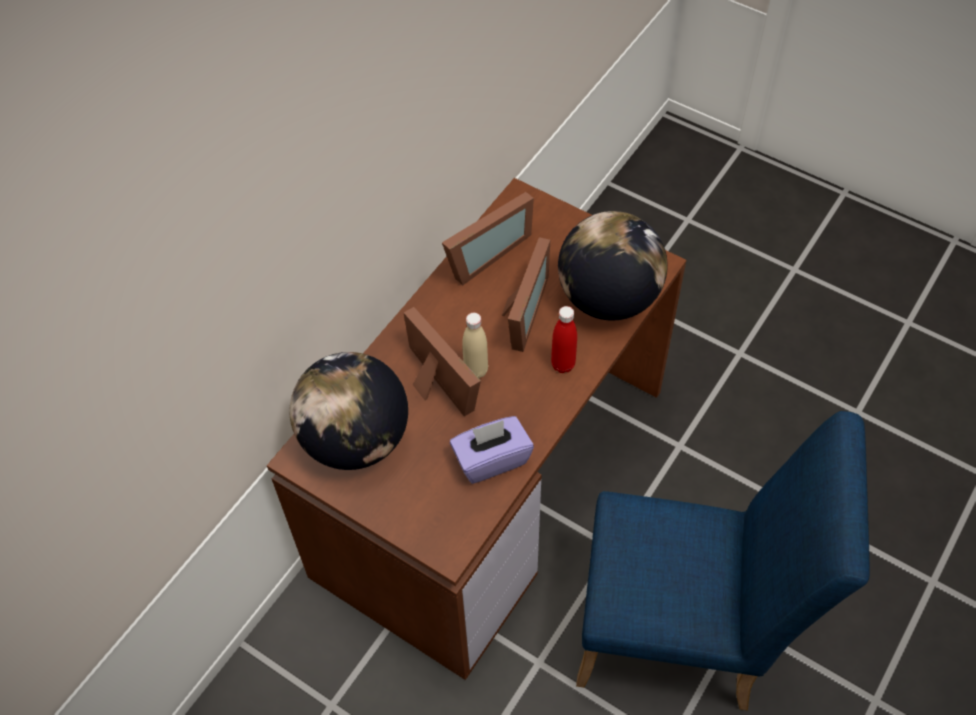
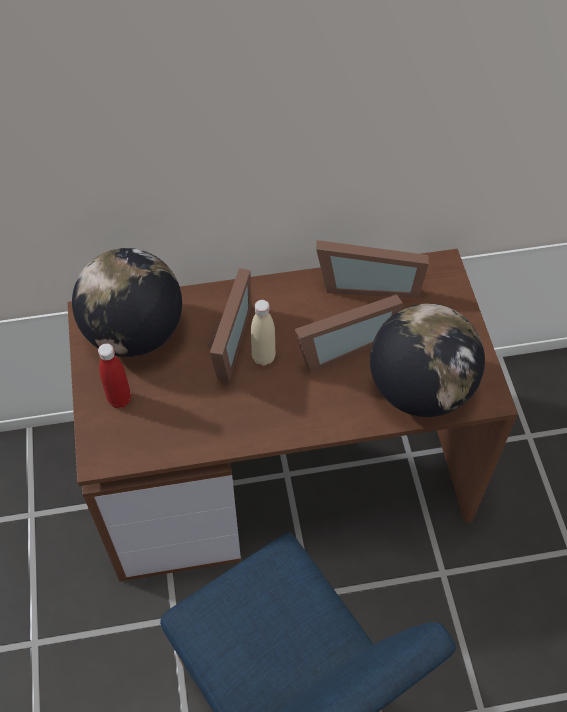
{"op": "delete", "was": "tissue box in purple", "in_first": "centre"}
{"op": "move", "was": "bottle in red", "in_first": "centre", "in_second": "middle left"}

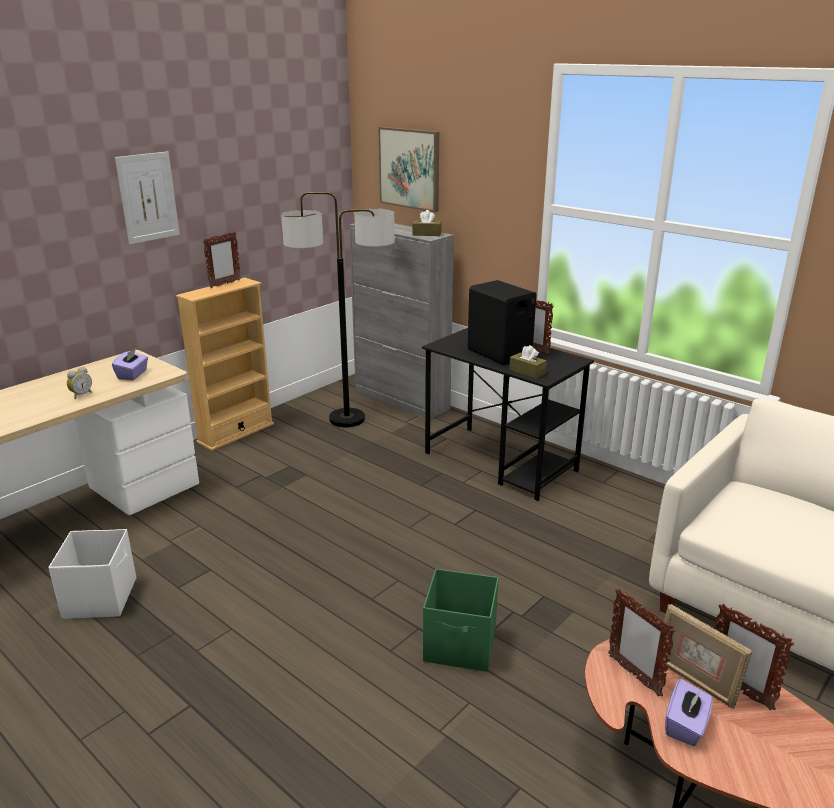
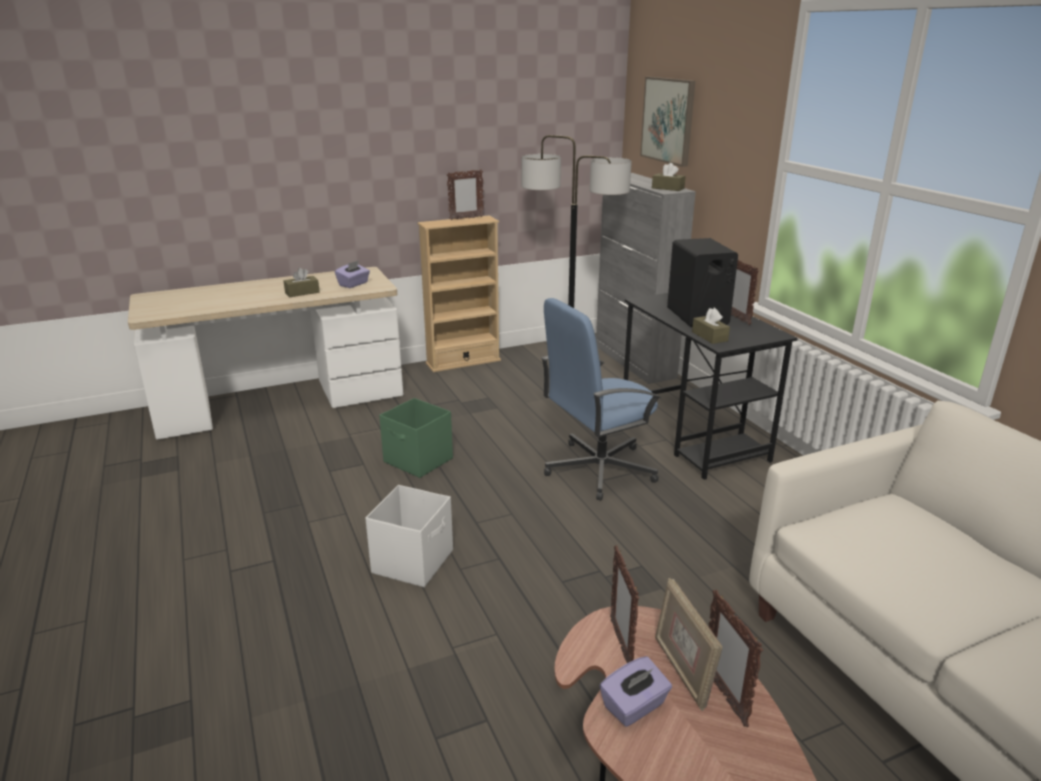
{"op": "delete", "was": "picture (1st from left)", "in_first": "top left"}
{"op": "insert", "now": "office chair in blue", "in_second": "centre"}
{"op": "move", "was": "storage box in white", "in_first": "bottom left", "in_second": "bottom centre"}
{"op": "move", "was": "storage box in green", "in_first": "bottom centre", "in_second": "centre"}
{"op": "replace", "was": "alarm clock", "now": "tissue box in brown (1st from left)", "in_first": "middle left", "in_second": "middle left"}

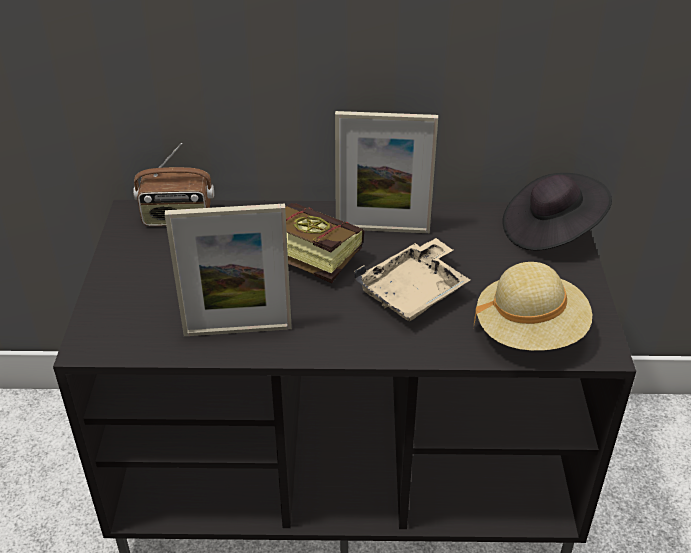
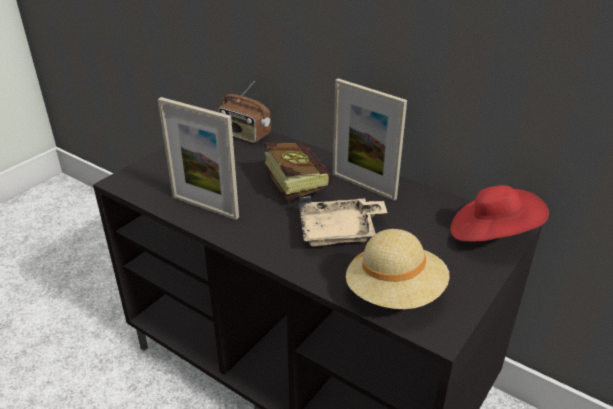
{"op": "recolor", "was": "hat in black", "now": "hat in red", "in_first": "middle right", "in_second": "middle right"}

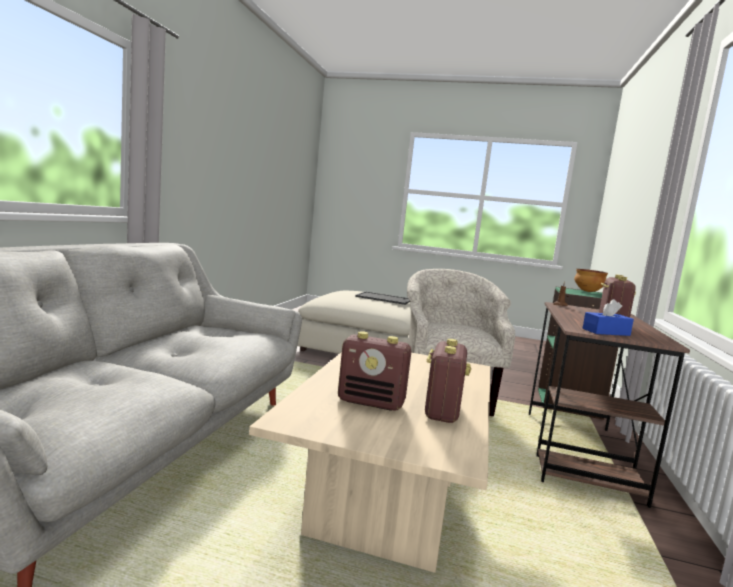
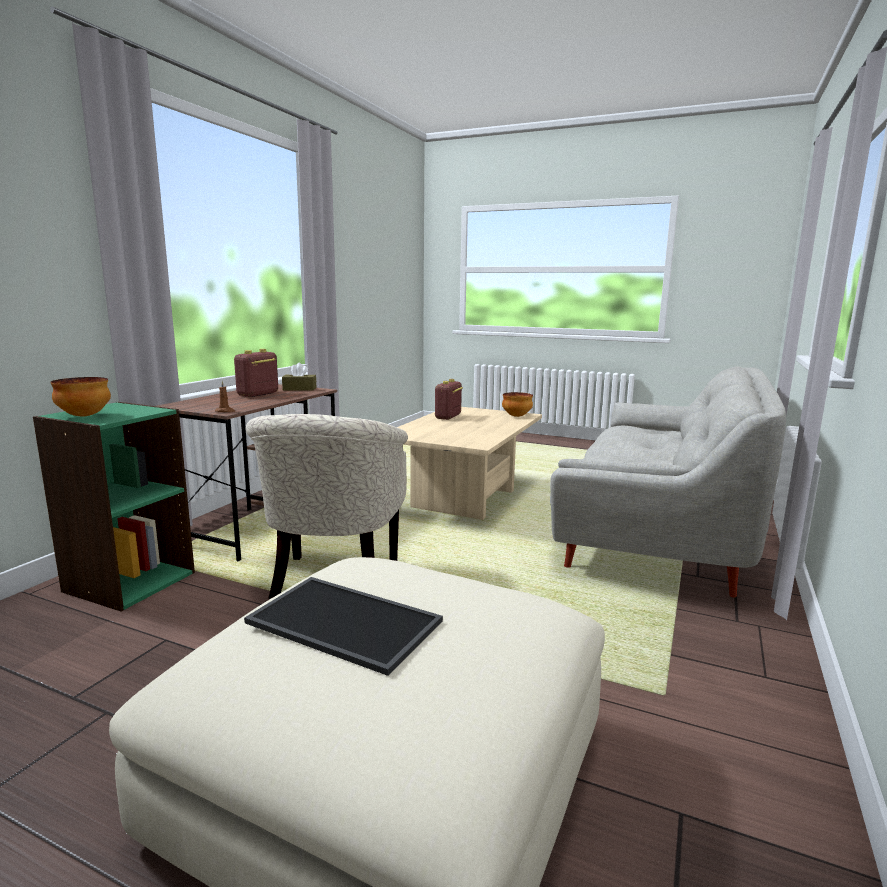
{"op": "delete", "was": "radio (1st from left)", "in_first": "centre"}
{"op": "insert", "now": "bowl (2nd from left)", "in_second": "centre"}
{"op": "recolor", "was": "tissue box in blue", "now": "tissue box in brown", "in_first": "middle right", "in_second": "centre"}

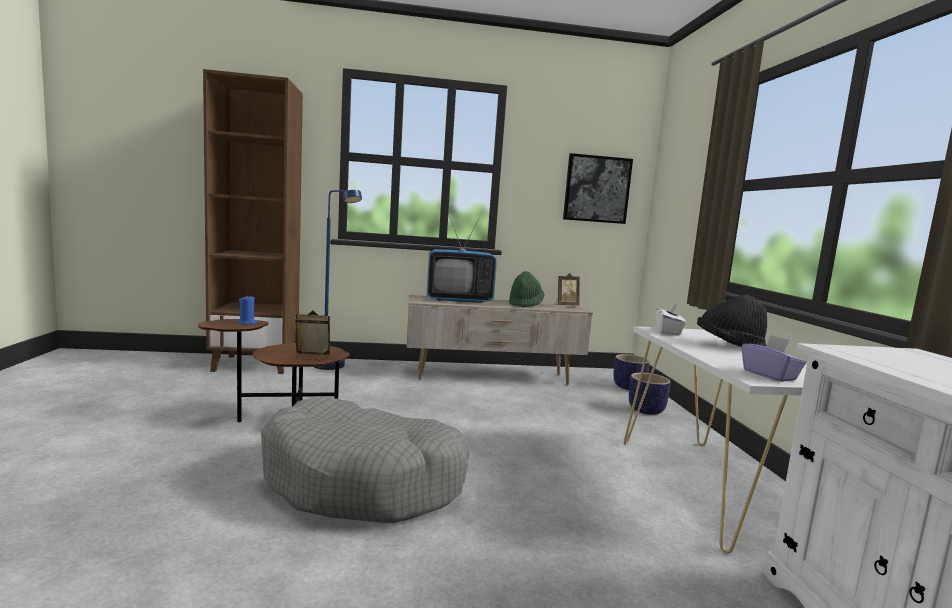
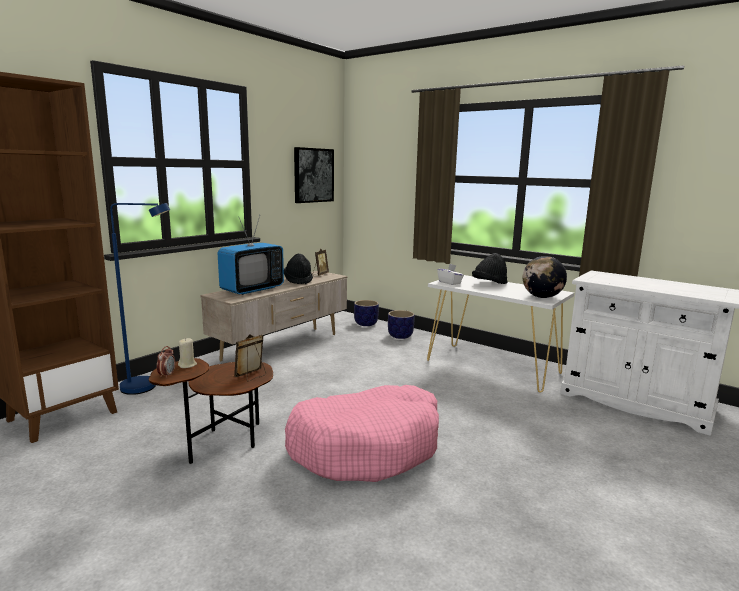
{"op": "insert", "now": "alarm clock", "in_second": "middle left"}
{"op": "replace", "was": "tissue box in purple", "now": "globe", "in_first": "middle right", "in_second": "middle right"}
{"op": "recolor", "was": "candle in blue", "now": "candle in beige", "in_first": "middle left", "in_second": "middle left"}
{"op": "recolor", "was": "dog bed in grey", "now": "dog bed in pink", "in_first": "bottom centre", "in_second": "bottom centre"}
{"op": "recolor", "was": "hat in green", "now": "hat in black (1st from left)", "in_first": "centre", "in_second": "centre"}

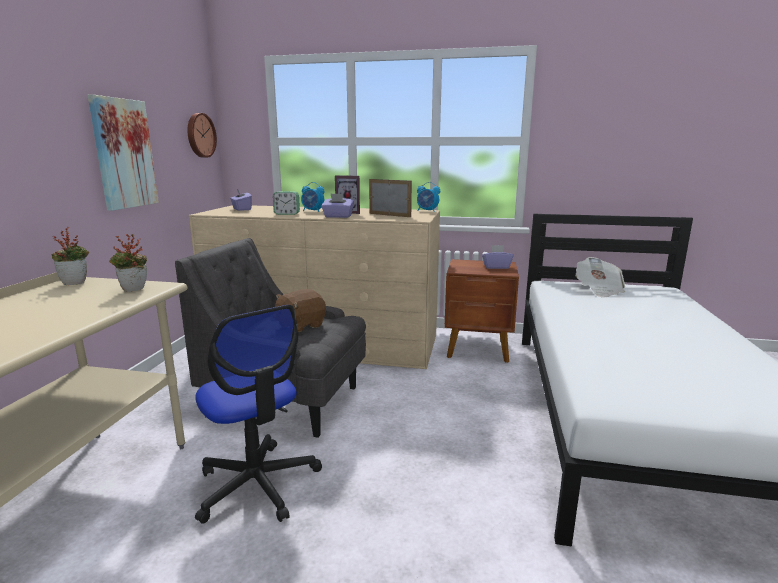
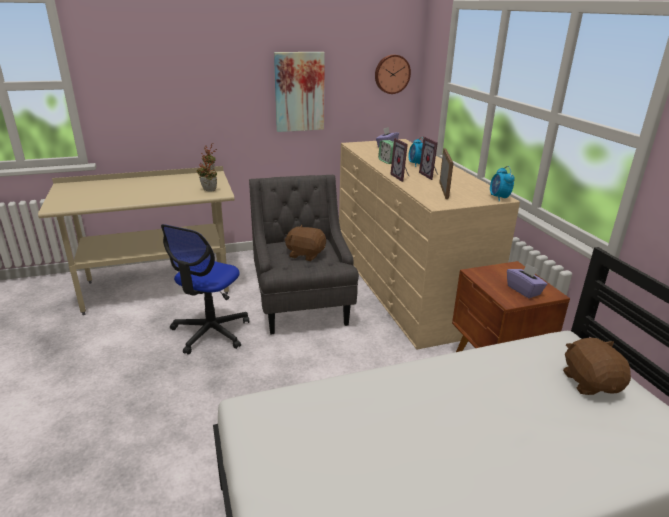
{"op": "replace", "was": "tissue box in purple (2nd from left)", "now": "picture frame (1st from left)", "in_first": "centre", "in_second": "top centre"}
{"op": "replace", "was": "newspaper", "now": "plush toy in brown (2nd from left)", "in_first": "middle right", "in_second": "bottom right"}

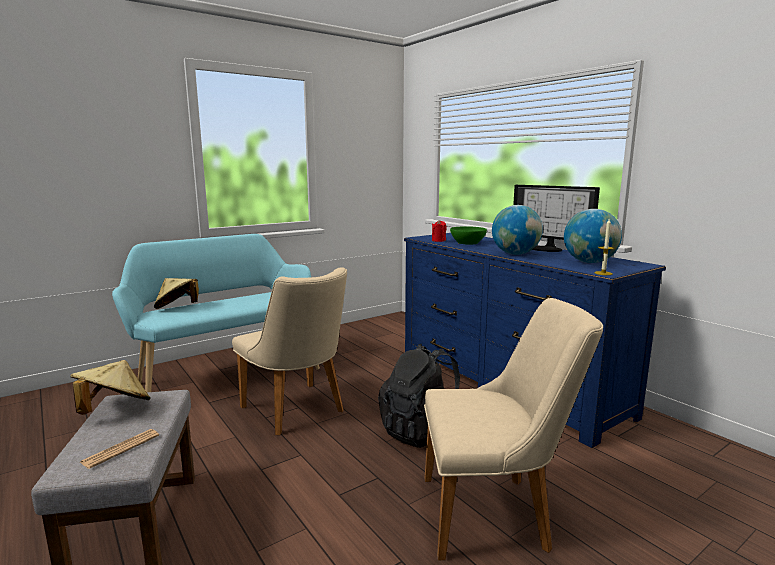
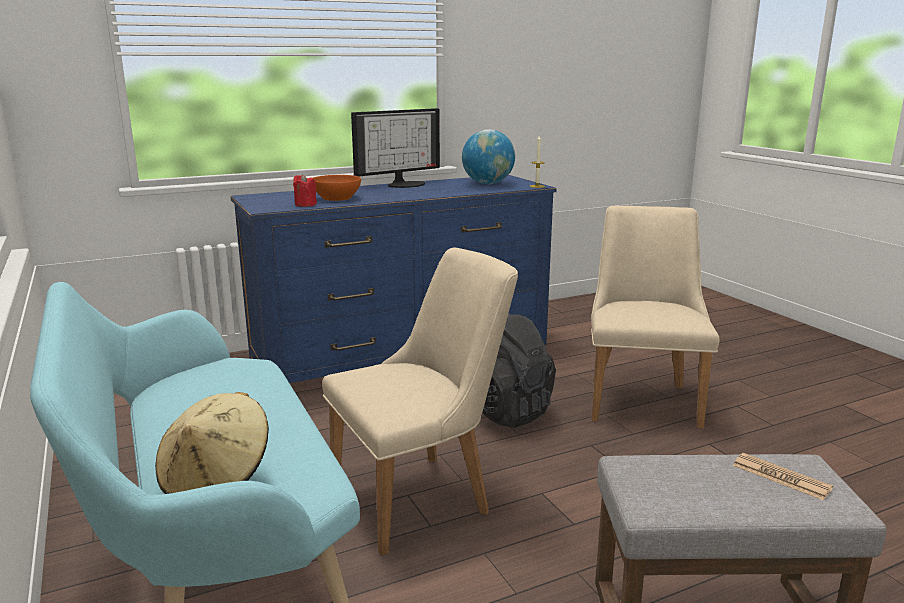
{"op": "delete", "was": "hat in beige (1st from left)", "in_first": "bottom left"}
{"op": "delete", "was": "globe (1st from left)", "in_first": "middle right"}
{"op": "recolor", "was": "bowl in green", "now": "bowl in orange", "in_first": "centre", "in_second": "top centre"}

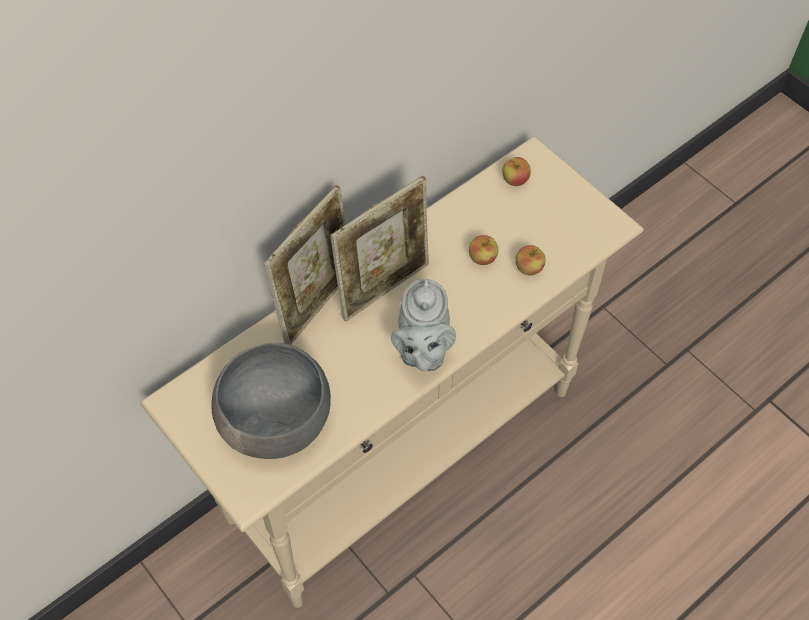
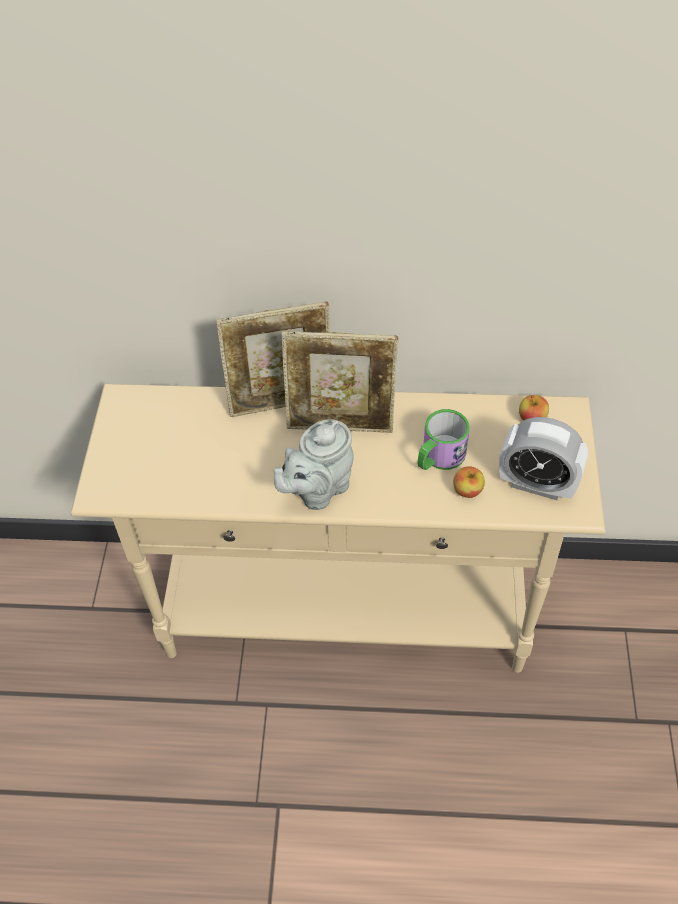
{"op": "delete", "was": "bowl in grey", "in_first": "centre"}
{"op": "insert", "now": "alarm clock", "in_second": "middle right"}
{"op": "replace", "was": "apple (1st from left)", "now": "mug", "in_first": "centre", "in_second": "centre"}

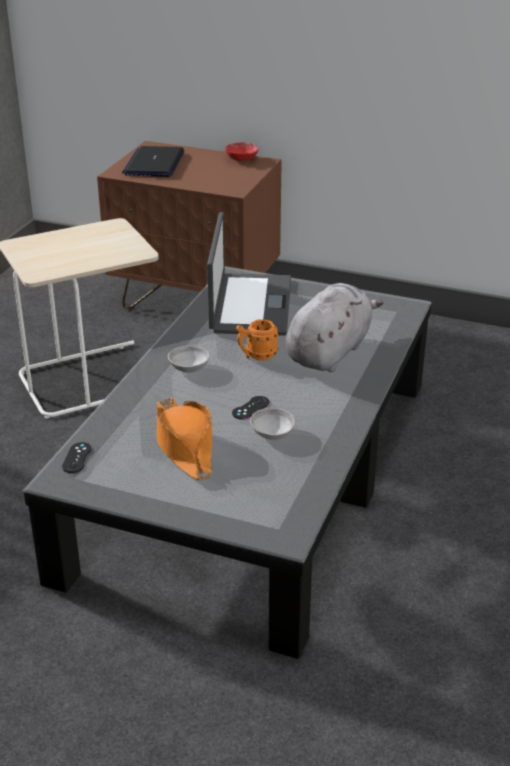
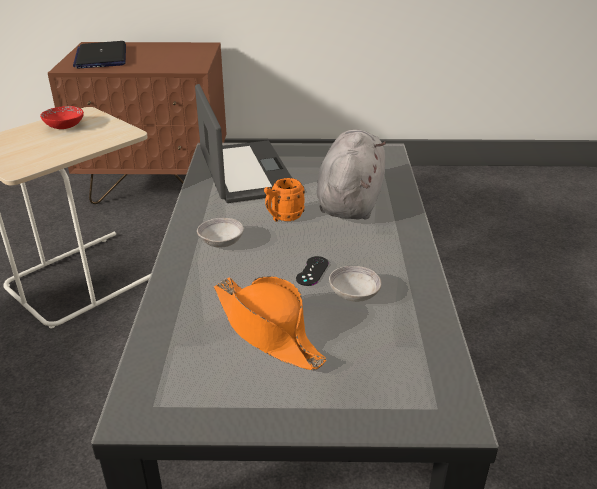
{"op": "delete", "was": "game controller in black (1st from left)", "in_first": "middle left"}
{"op": "move", "was": "bowl in red", "in_first": "top centre", "in_second": "top left"}

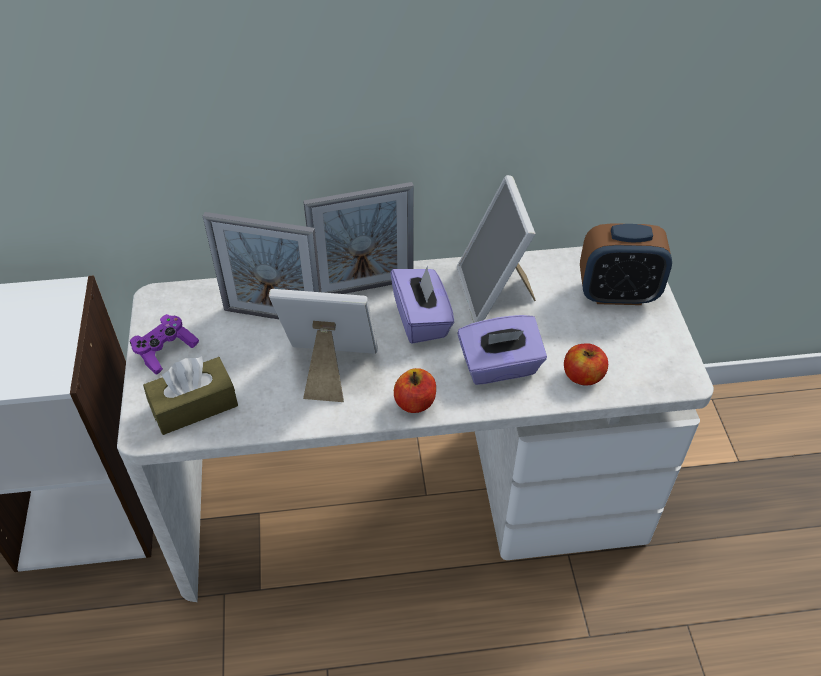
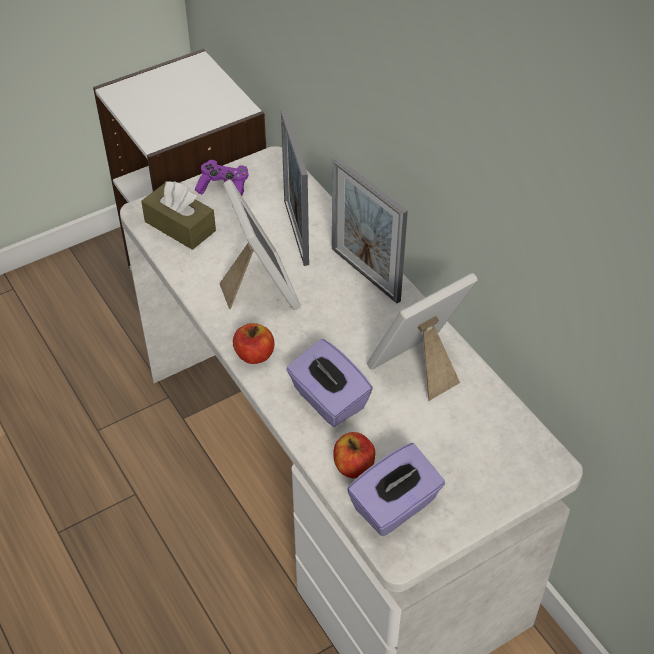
{"op": "delete", "was": "alarm clock", "in_first": "middle right"}
{"op": "move", "was": "tissue box in purple (1st from left in the first image)", "now": "tissue box in purple (2nd from left)", "in_first": "centre", "in_second": "bottom centre"}

